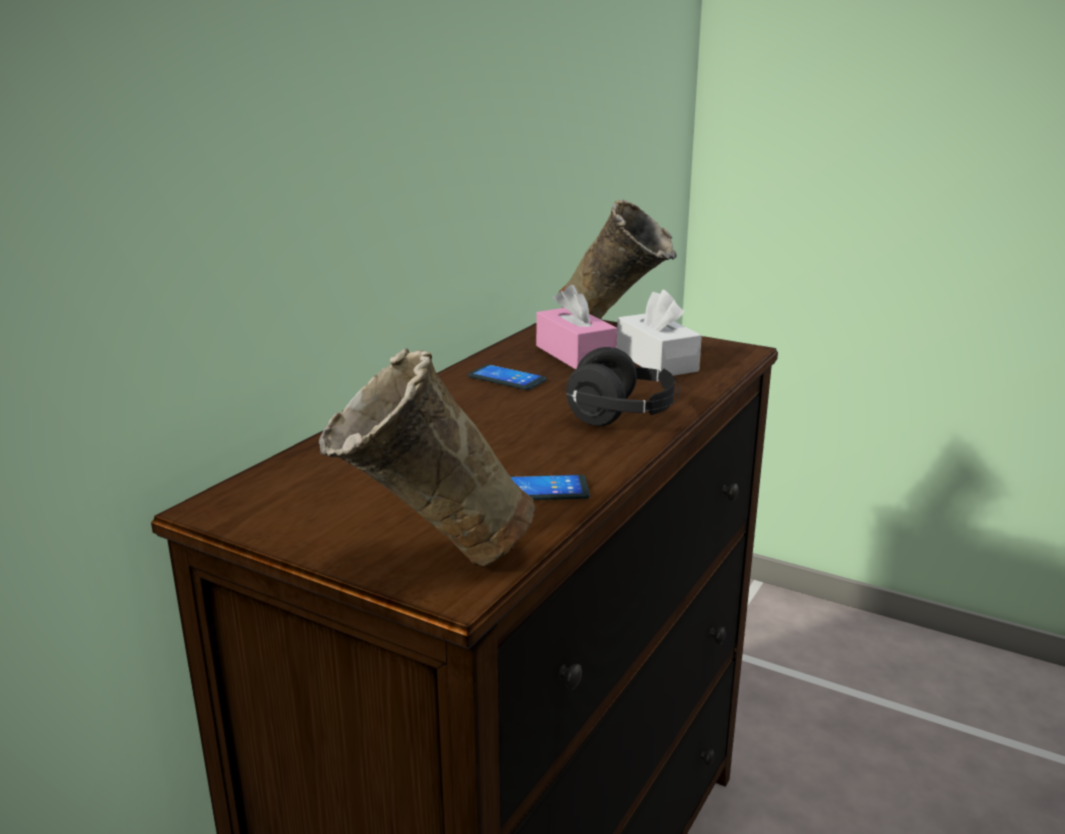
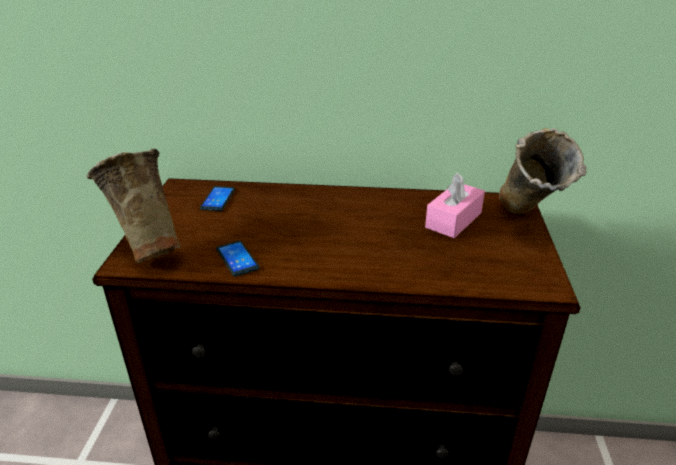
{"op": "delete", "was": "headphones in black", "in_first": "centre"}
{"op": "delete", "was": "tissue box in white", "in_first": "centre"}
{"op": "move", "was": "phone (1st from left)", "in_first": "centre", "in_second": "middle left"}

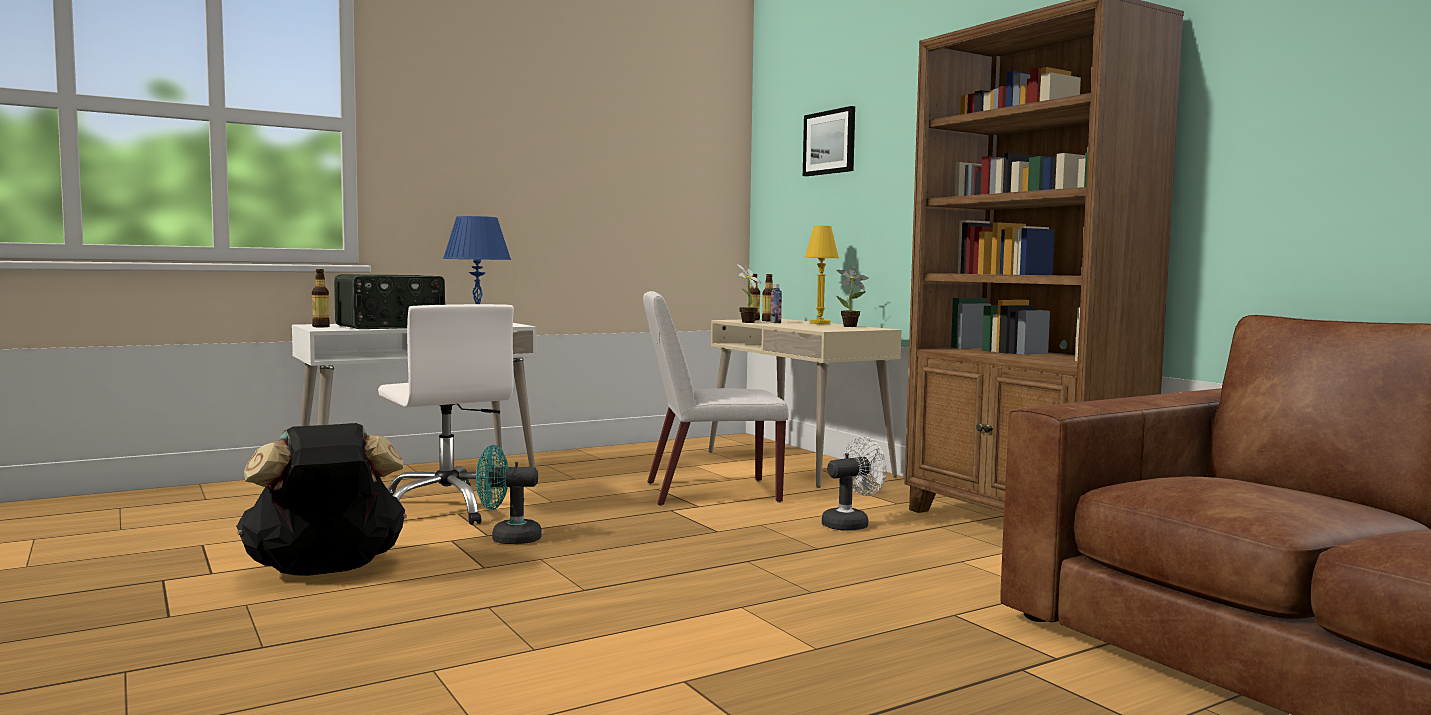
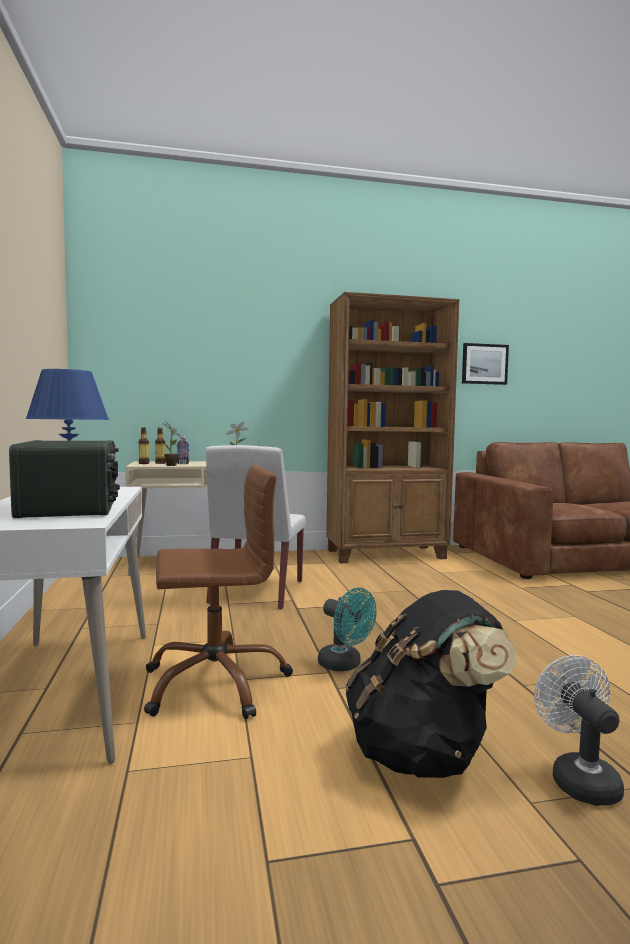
{"op": "delete", "was": "bottle (1st from left)", "in_first": "middle left"}
{"op": "delete", "was": "table lamp in yellow", "in_first": "centre"}
{"op": "move", "was": "picture", "in_first": "top centre", "in_second": "middle right"}
{"op": "move", "was": "fan in white", "in_first": "bottom centre", "in_second": "bottom right"}
{"op": "recolor", "was": "office chair in white", "now": "office chair in brown", "in_first": "middle left", "in_second": "centre"}
{"op": "rotate", "was": "fan in turquoise", "in_first": "bottom centre", "in_second": "centre", "clockwise": -60}

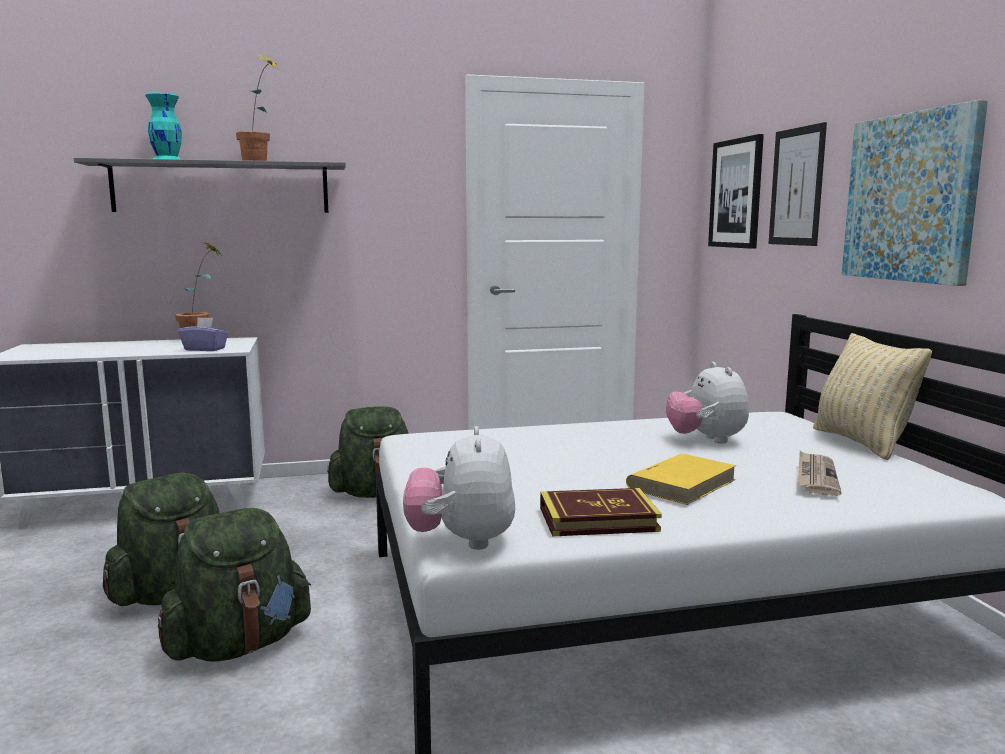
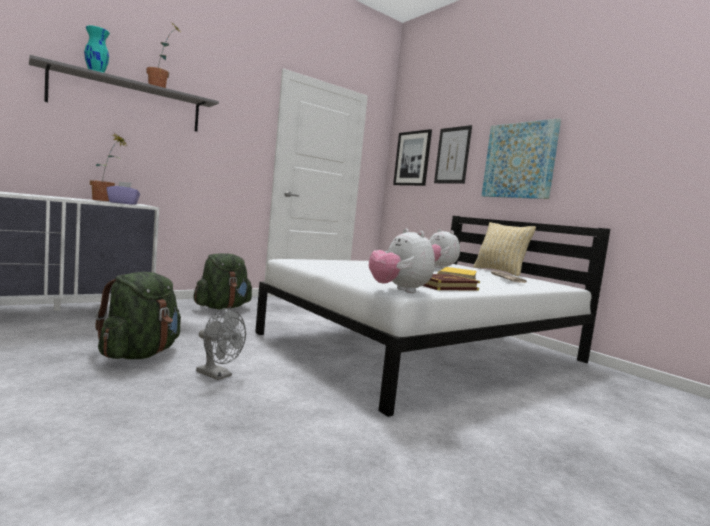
{"op": "replace", "was": "backpack in green (2nd from left)", "now": "fan in grey", "in_first": "bottom left", "in_second": "middle left"}

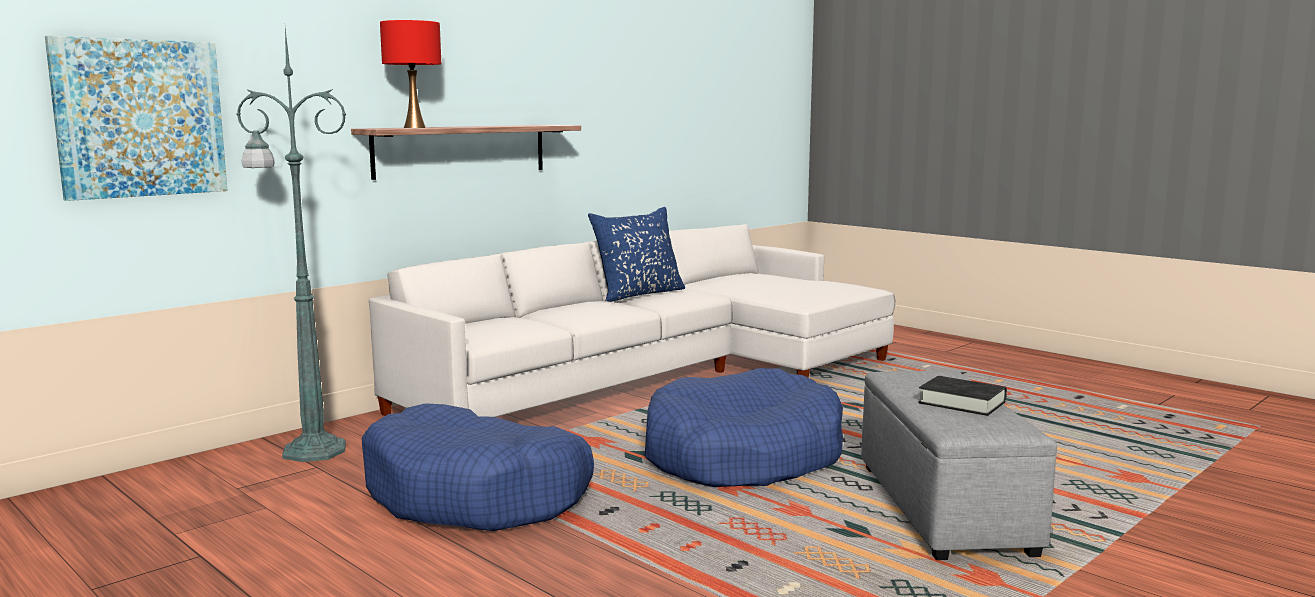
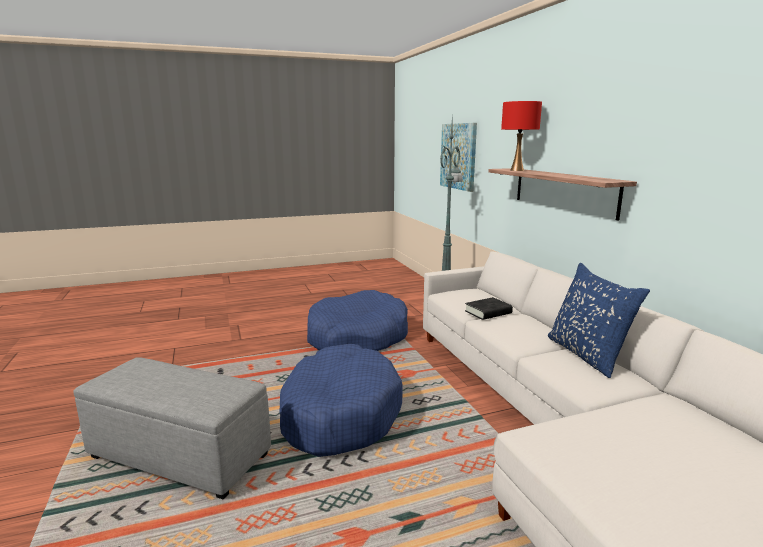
{"op": "move", "was": "book in black", "in_first": "middle right", "in_second": "centre"}

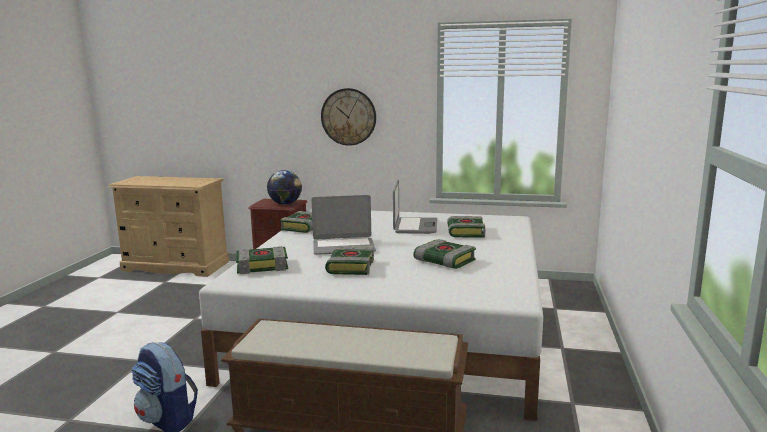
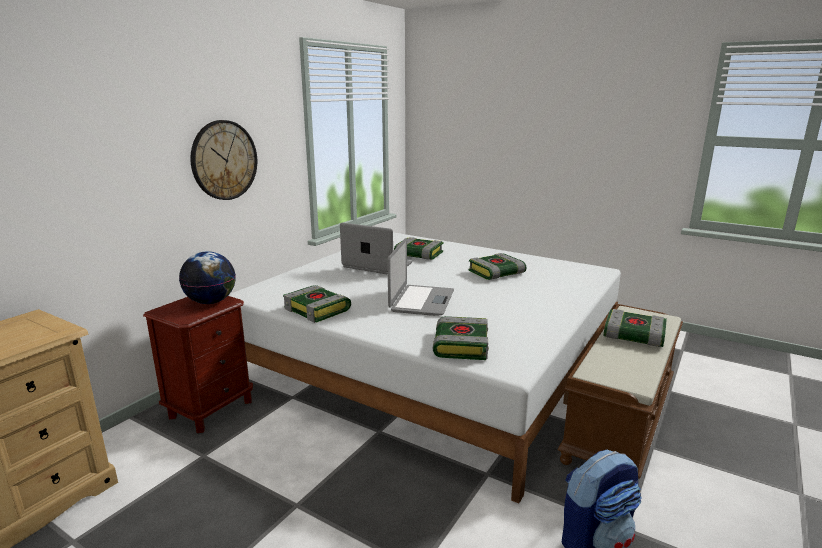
{"op": "move", "was": "book (3rd from left in the first image)", "now": "book (5th from left)", "in_first": "centre", "in_second": "middle right"}

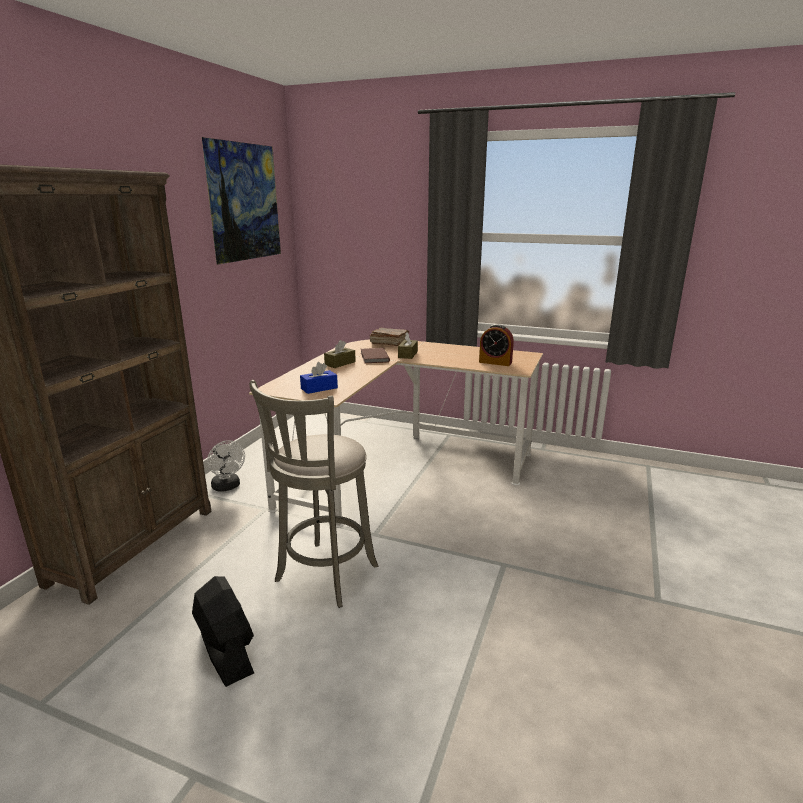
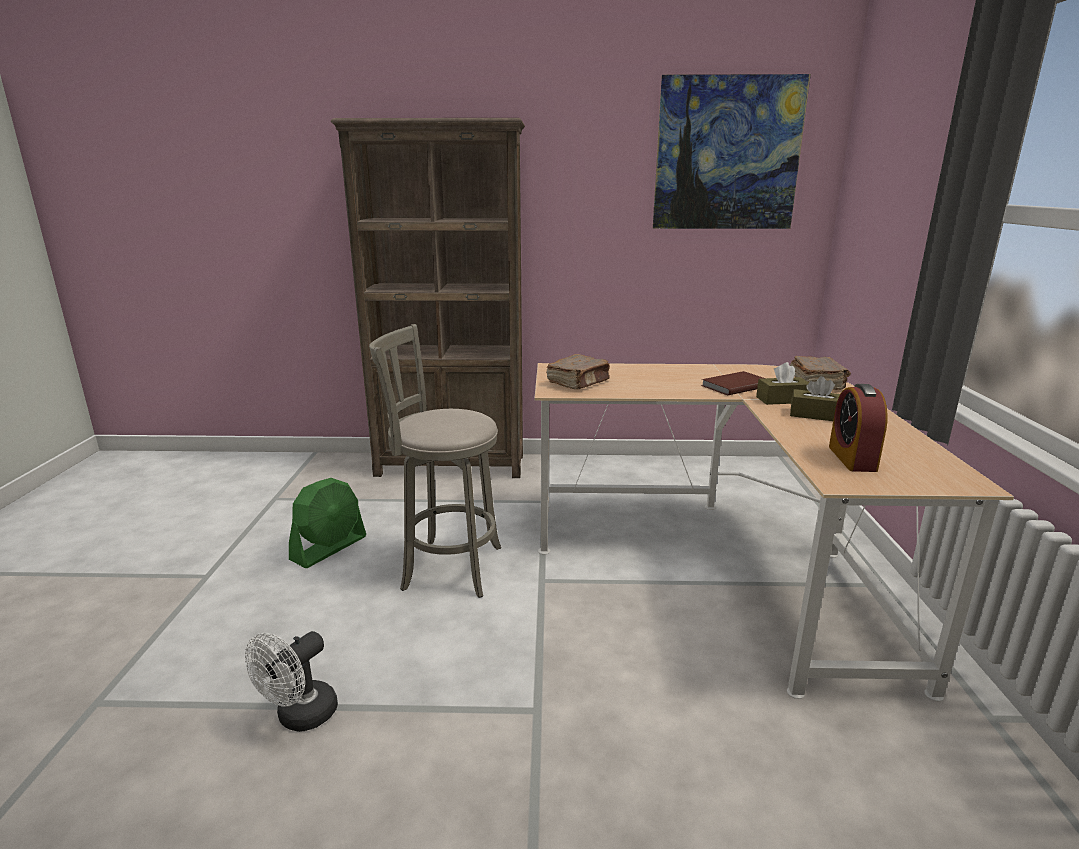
{"op": "move", "was": "fan in white", "in_first": "middle left", "in_second": "bottom left"}
{"op": "move", "was": "tissue box in brown (1st from left in the first image)", "now": "tissue box in brown (2nd from left)", "in_first": "centre", "in_second": "middle right"}
{"op": "replace", "was": "tissue box in blue", "now": "book in brown (1st from left)", "in_first": "centre", "in_second": "centre"}
{"op": "recolor", "was": "fan in black", "now": "fan in green", "in_first": "bottom left", "in_second": "middle left"}

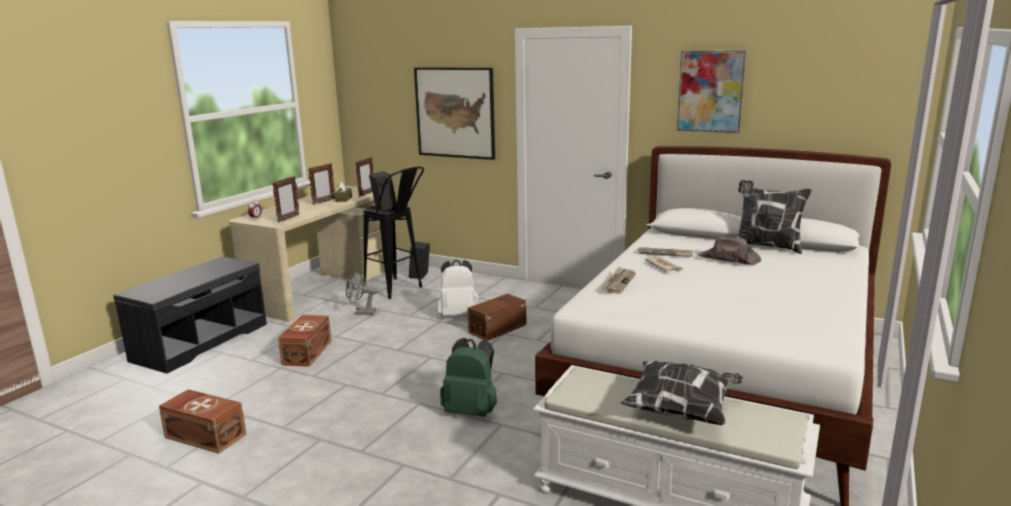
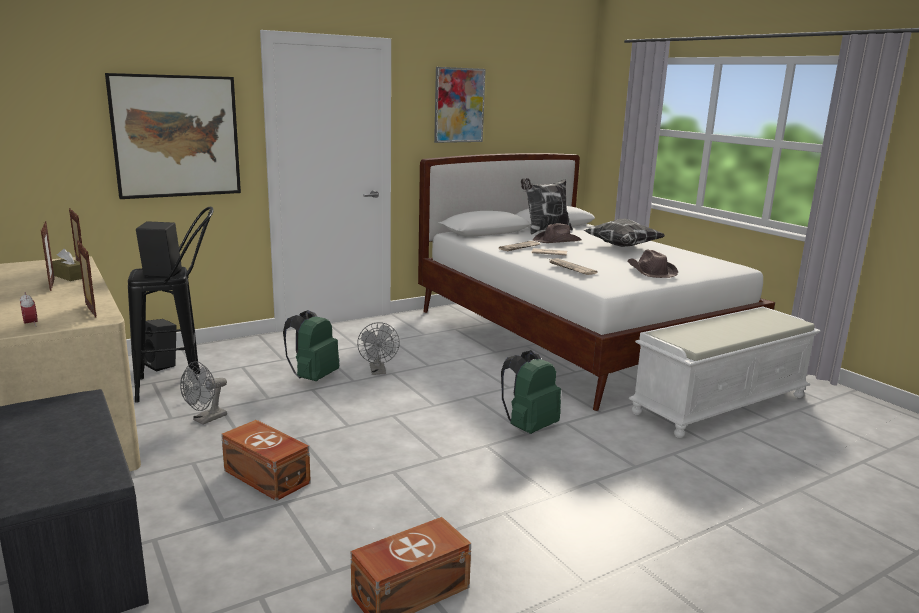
{"op": "insert", "now": "hat in brown (2nd from left)", "in_second": "middle right"}
{"op": "move", "was": "pillow (1st from left in the first image)", "now": "pillow (2nd from left)", "in_first": "bottom right", "in_second": "middle right"}
{"op": "replace", "was": "storage box in brown (3rd from left)", "now": "fan in grey (2nd from left)", "in_first": "centre", "in_second": "centre"}
{"op": "recolor", "was": "backpack in white", "now": "backpack in green (1st from left)", "in_first": "centre", "in_second": "centre"}

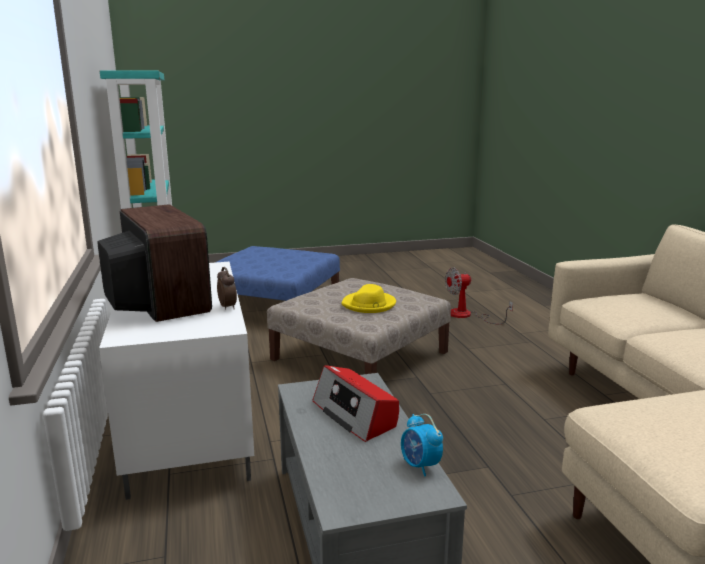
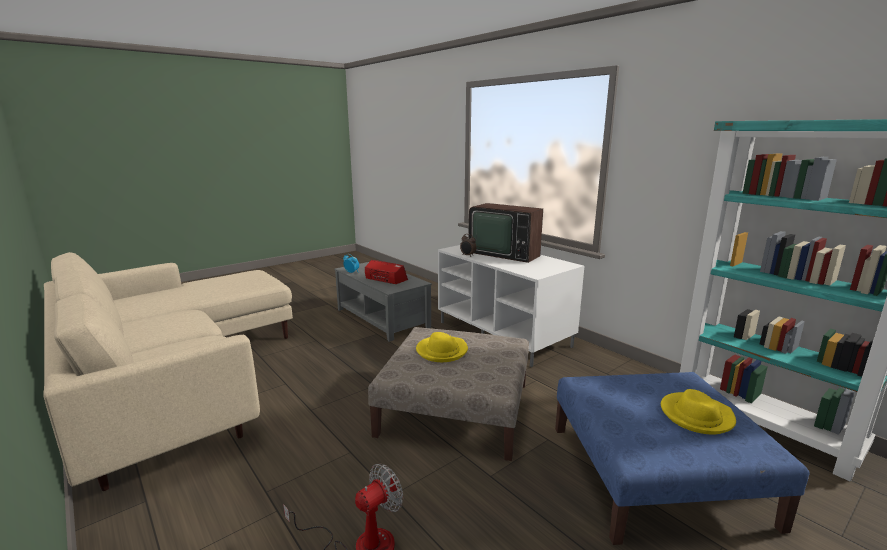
{"op": "insert", "now": "hat in yellow (2nd from left)", "in_second": "bottom right"}

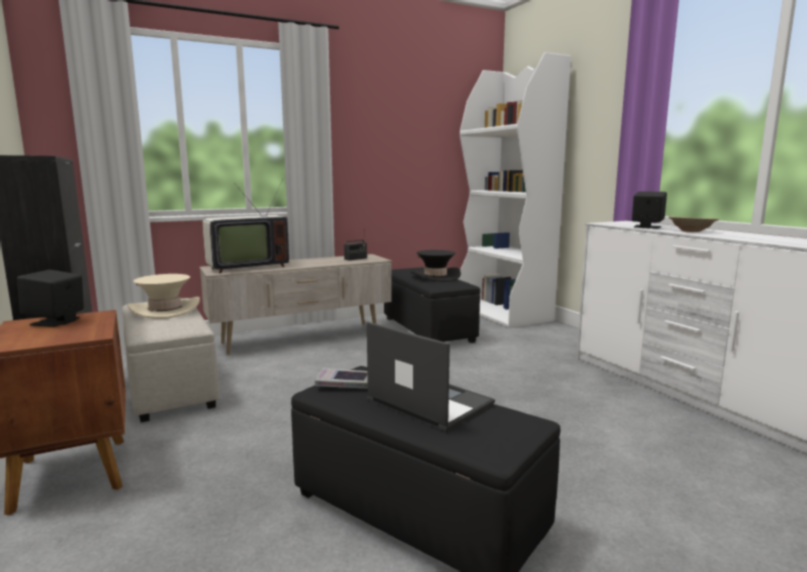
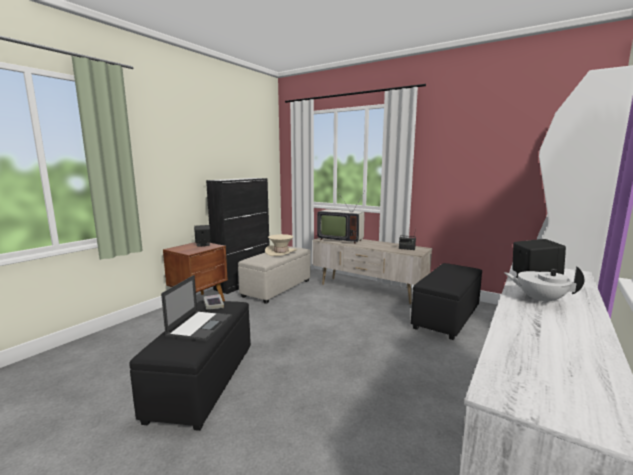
{"op": "delete", "was": "hat in black", "in_first": "centre"}
{"op": "replace", "was": "bowl in brown", "now": "teapot in white", "in_first": "middle right", "in_second": "middle right"}

